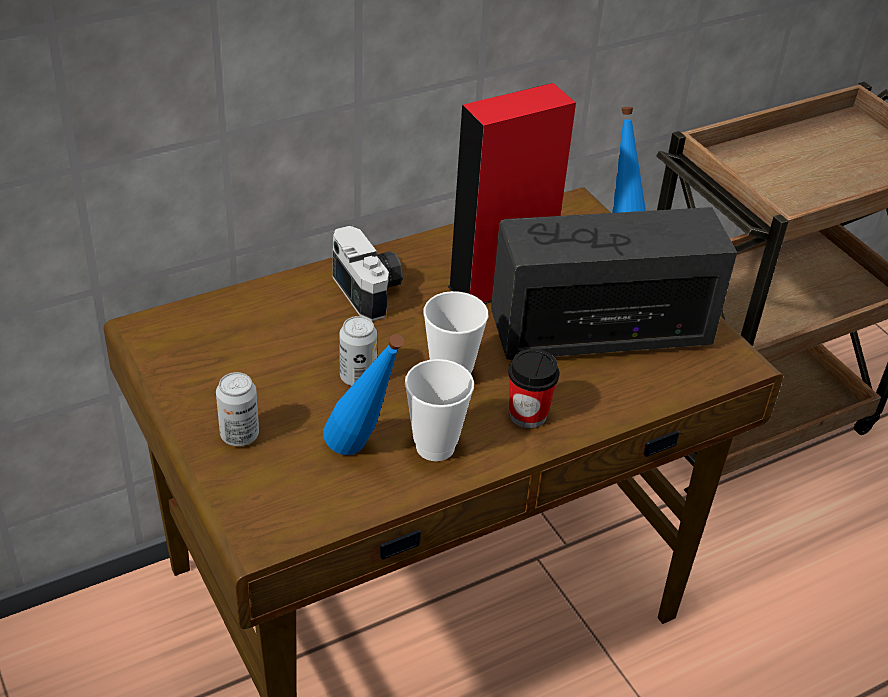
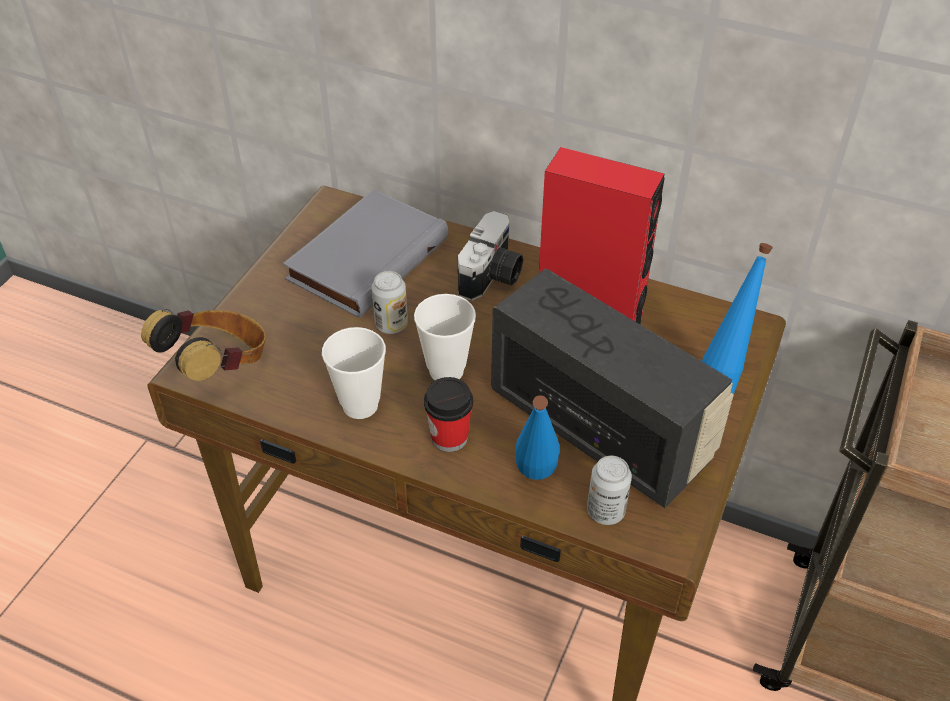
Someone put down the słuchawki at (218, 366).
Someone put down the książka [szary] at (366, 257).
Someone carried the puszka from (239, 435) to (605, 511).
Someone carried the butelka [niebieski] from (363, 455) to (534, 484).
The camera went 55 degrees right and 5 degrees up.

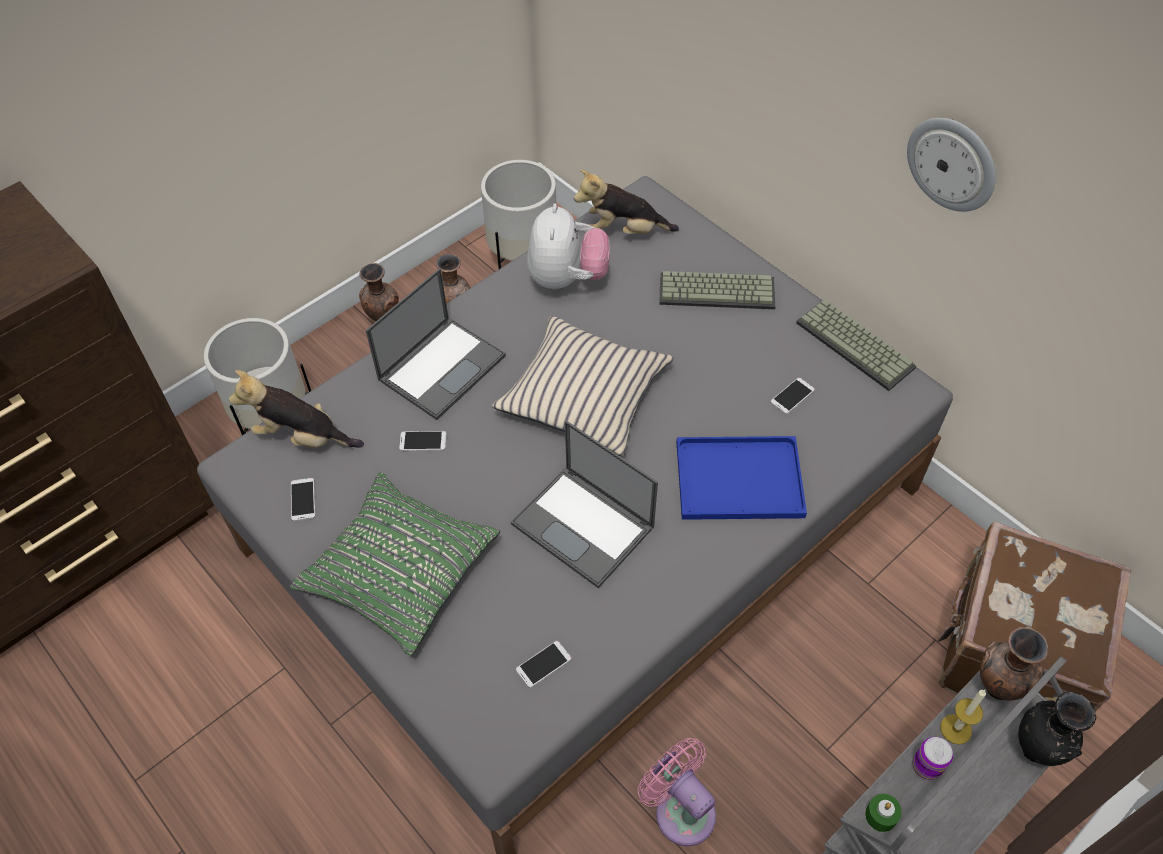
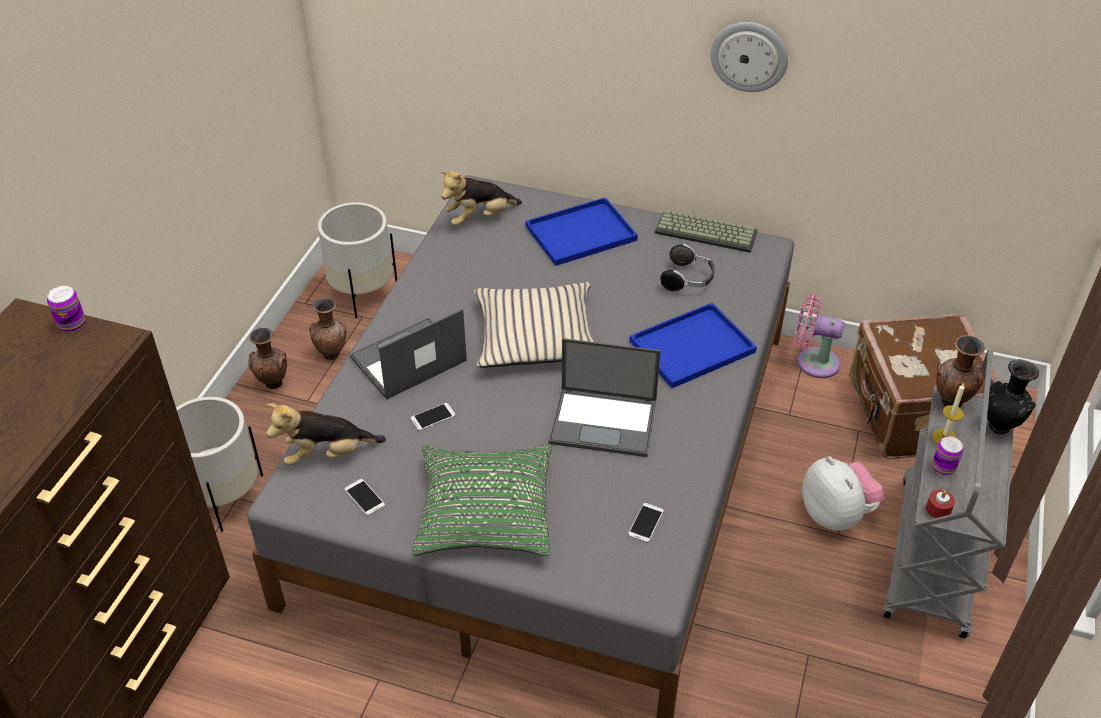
Someone put down the puszka at (71, 324).
Someone carried the pluszak from (567, 278) to (836, 515).
Someone carried the wentylator [różowy] from (680, 809) to (813, 362).
Someone swapped the klawiatura at (718, 290) for the taca [niebieski] at (582, 232).
Someone swapped the telefon at (792, 396) for the słuchawki at (688, 280).
Someone repainted the świeca [zielony] at (881, 815), which became the świeca [czerwony] at (938, 509).
Someone rotated the laptop at (442, 366) by 135 degrees counterclockwise.
The camera went 30 degrees left and 10 degrees down.

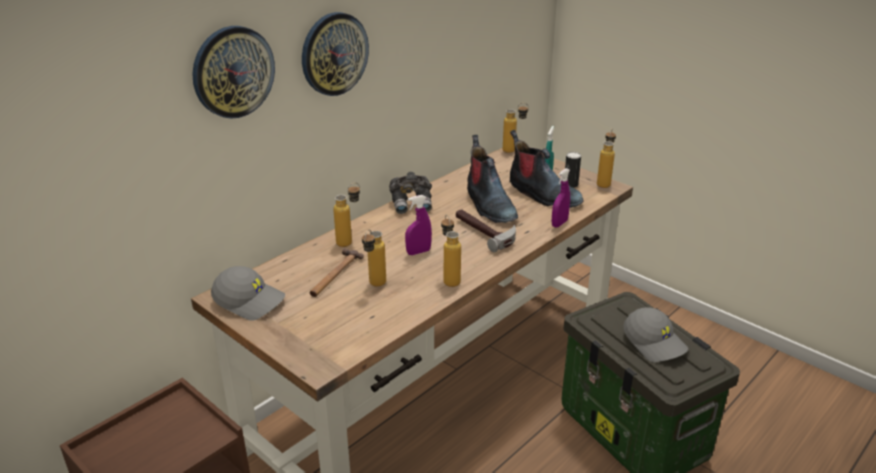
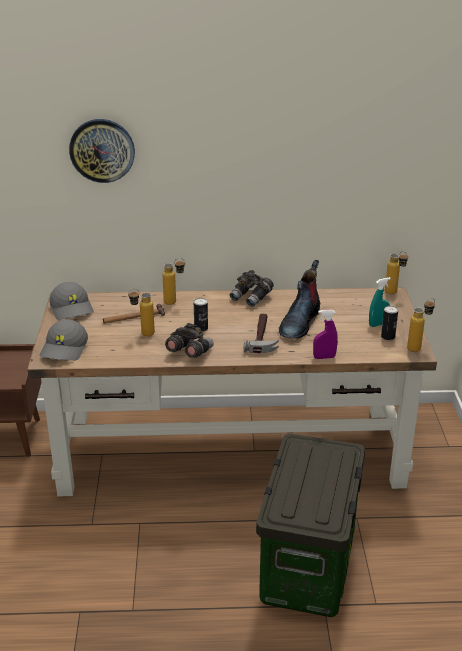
Someone took away the zegar ścienny at (334, 54).
Someone took away the but z cholewką at (542, 195).
Someone carried the czapka z daszkiem [szary] from (655, 342) to (65, 349).
Someone swapped the spryskiwacz [fioletowy] at (418, 252) for the puszka at (201, 328).
Someone swapped the butelka at (449, 279) for the lornetka [szary] at (189, 353).
The camera went 45 degrees right and 0 degrees up.

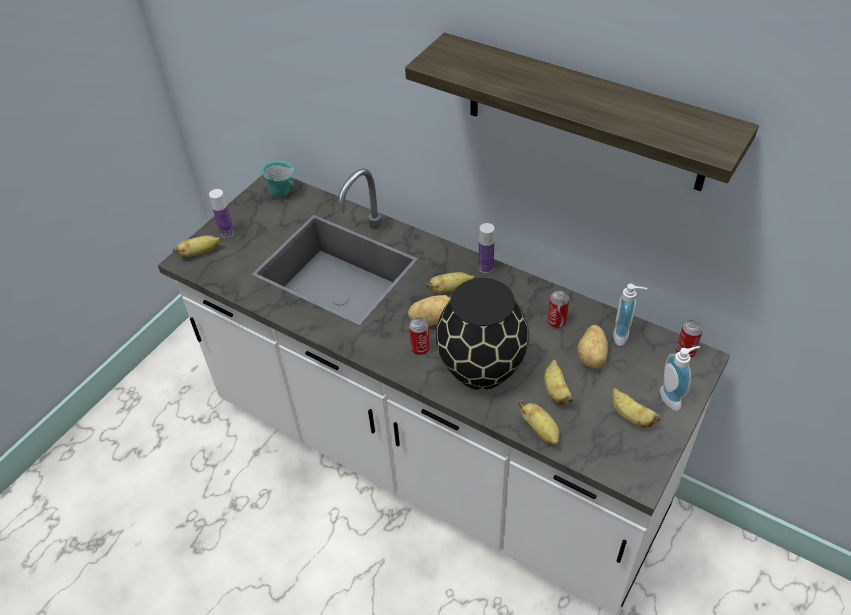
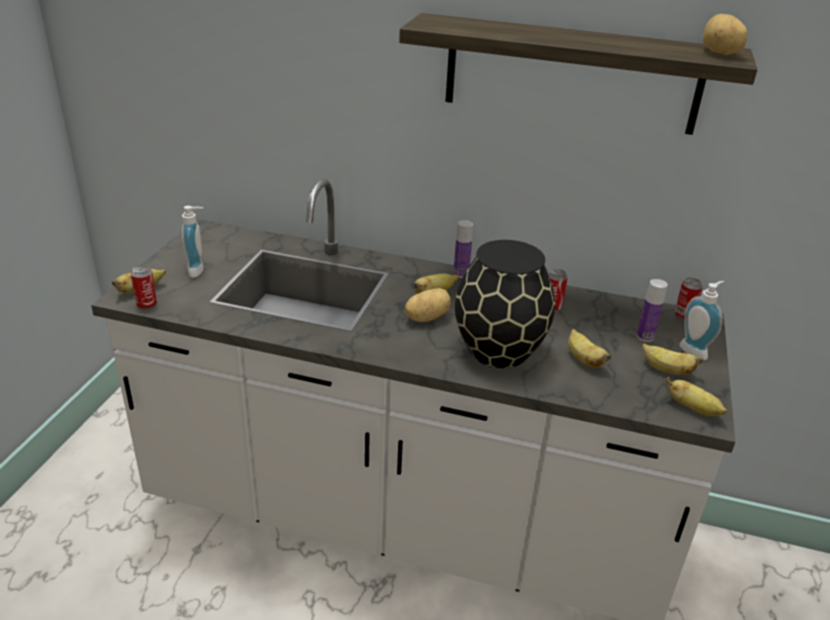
Someone took away the kubek [turkusowy] at (283, 194).
Someone carried the butelka from (227, 232) to (645, 336).
Someone carried the puszka from (420, 348) to (147, 305).
Someone carried the banan from (540, 431) to (693, 409).
Someone carried the ziemniak from (592, 356) to (720, 53).
Someone carried the dozownik mydła from (624, 335) to (199, 270).
The camera went 20 degrees left and 15 degrees down.

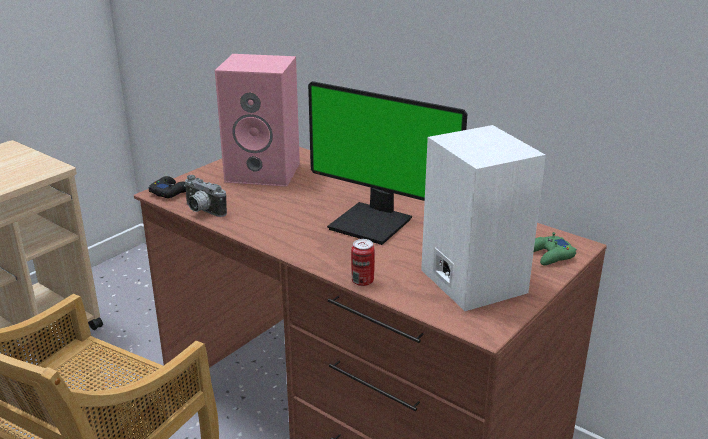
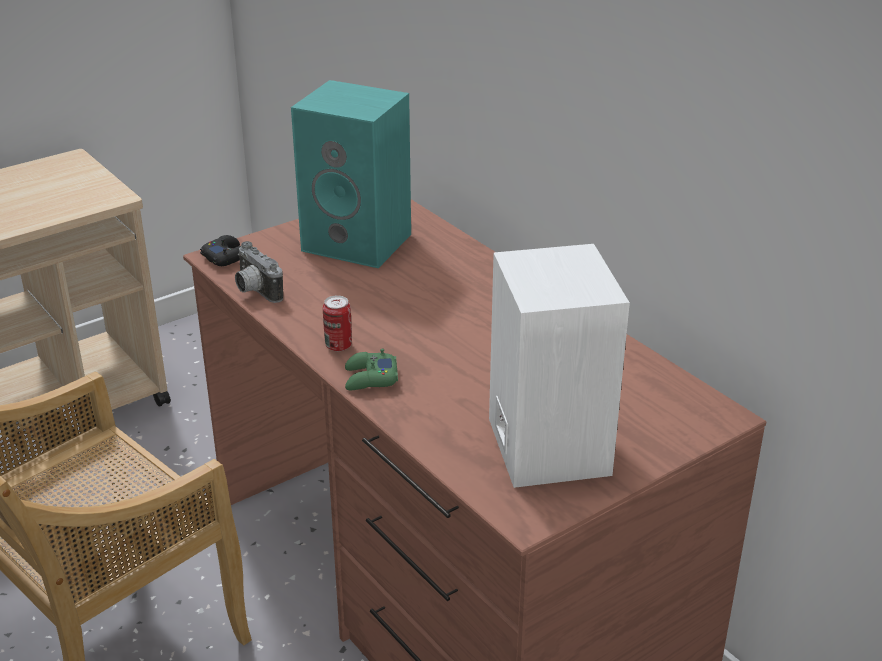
Someone took away the monitor at (373, 223).
Someone carried the puszka from (362, 281) to (338, 346).
Someone carried the pad do gier [zielony] from (550, 255) to (370, 378).
Someone repainted the głośnik [różowy] at (265, 172), which became the głośnik [turkusowy] at (360, 242).
The camera went 15 degrees right and 5 degrees up.

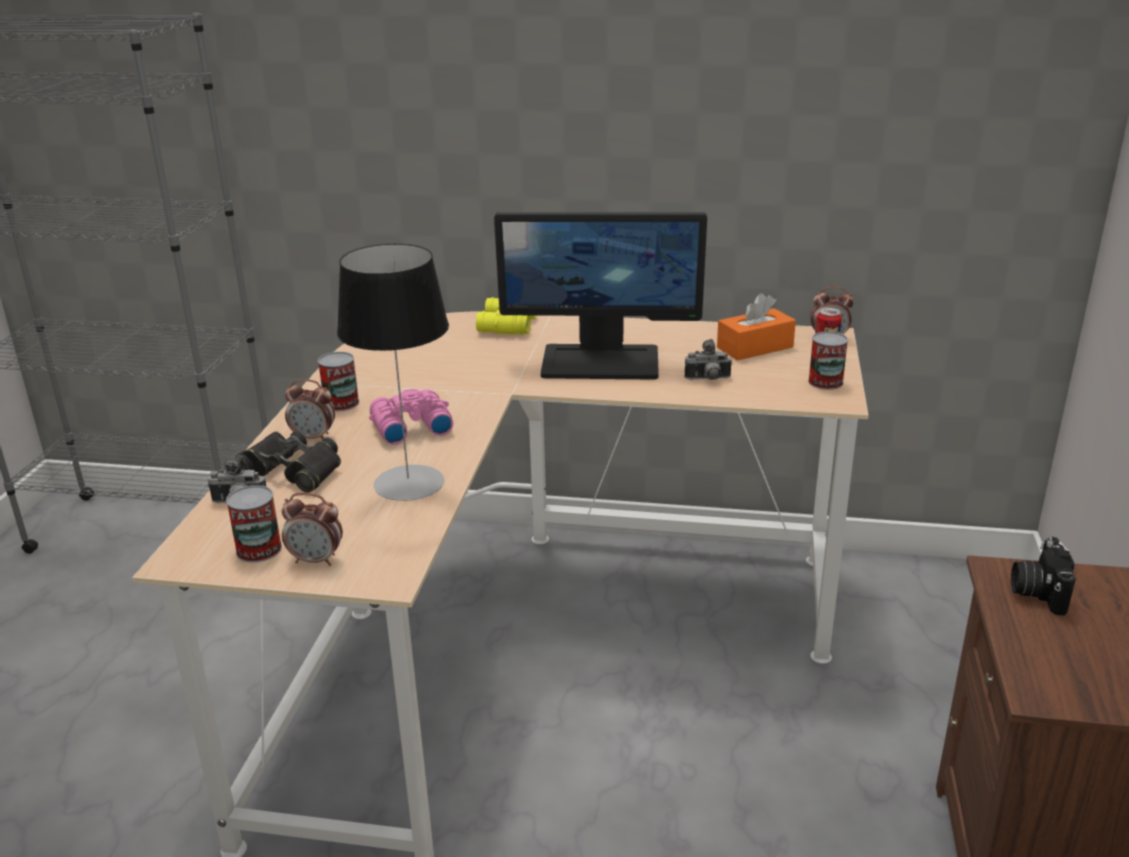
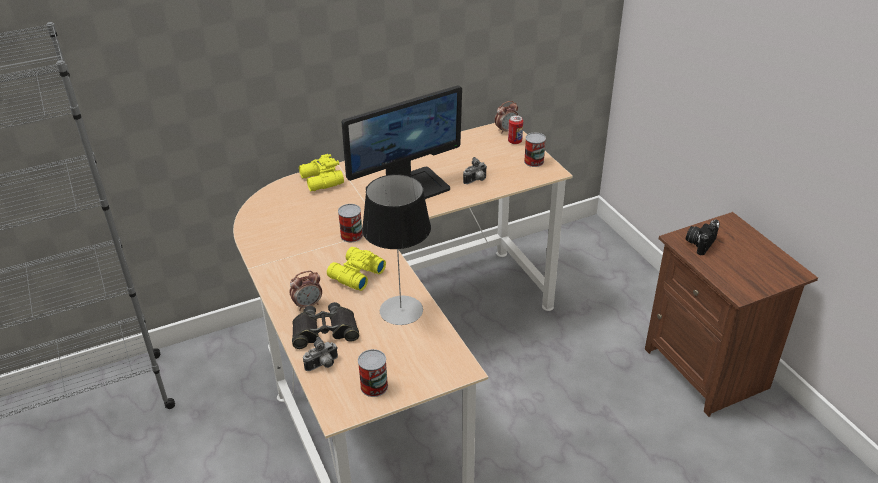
Someone took away the budzik at (316, 560).
Someone took away the pudełko chusteczek [pomarańczowy] at (755, 347).
Someone carried the puszka from (341, 403) to (351, 235).
Someone repainted the lornetka [różowy] at (409, 427), which became the lornetka [żółty] at (355, 275).
Someone rotated the aparat fotograficzny at (1037, 591) by 60 degrees clockwise.
The camera went 35 degrees left and 10 degrees up.

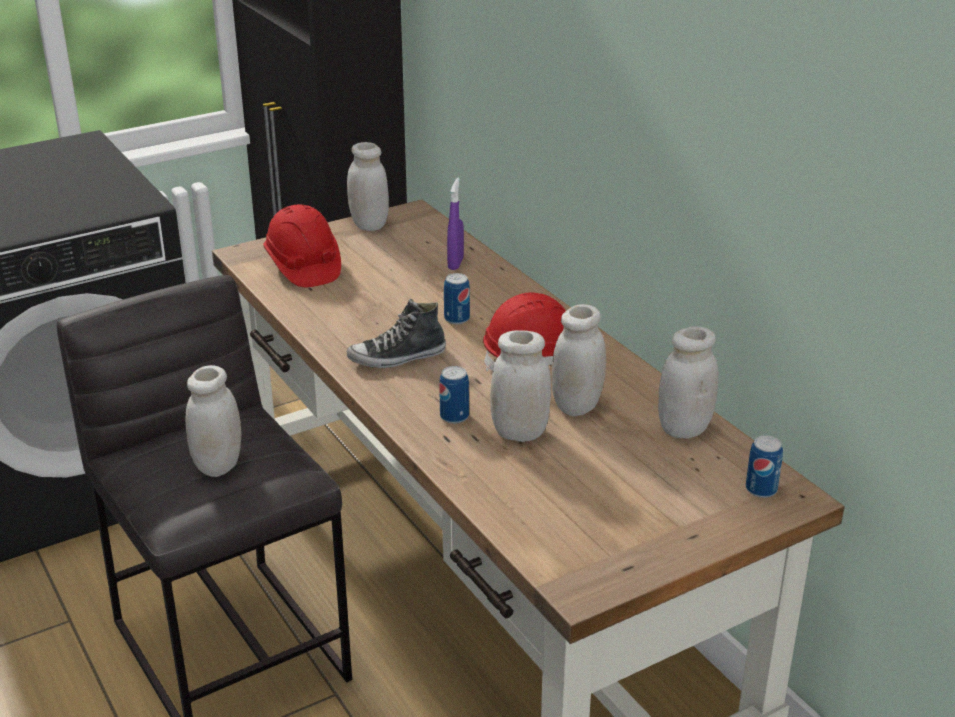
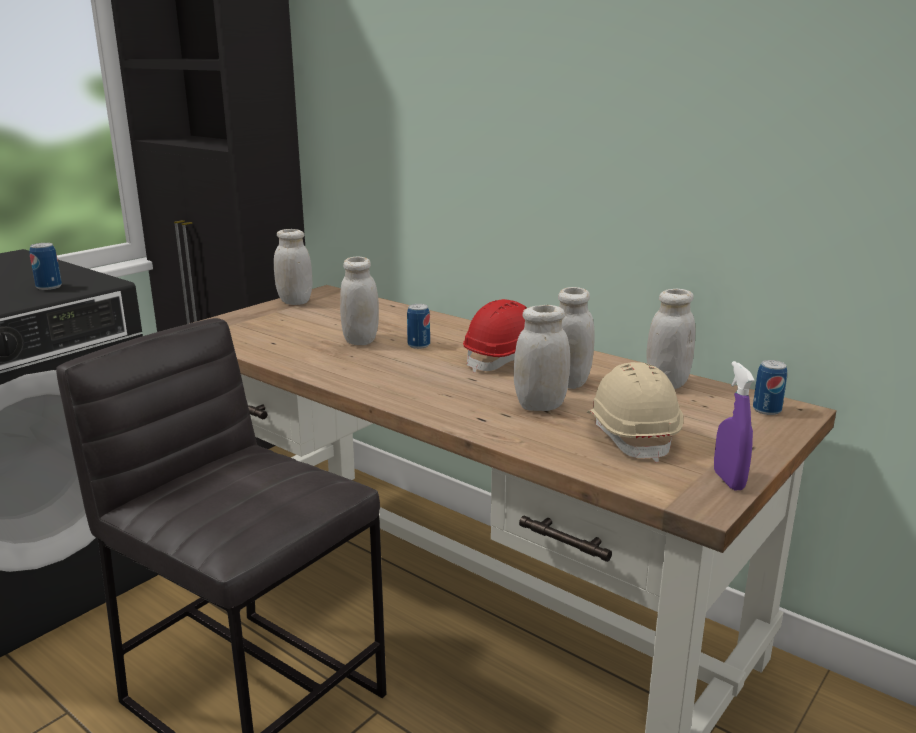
Someone took away the kask [czerwony] at (303, 267).
Someone took away the but at (397, 358).
Someone put down the kask [beżowy] at (631, 435).
Someone carried the słoik [biały] from (218, 465) to (361, 340).
Someone carried the puszka from (454, 416) to (49, 287).
Someone carried the spryskiwacz [fioletowy] from (455, 263) to (728, 480).
The camera went 20 degrees left and 10 degrees down.

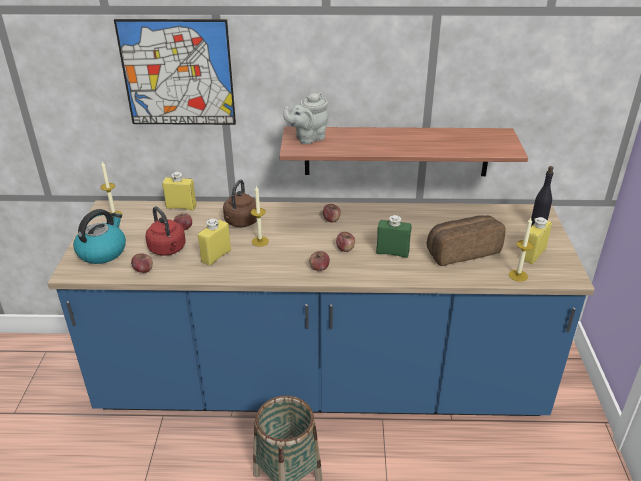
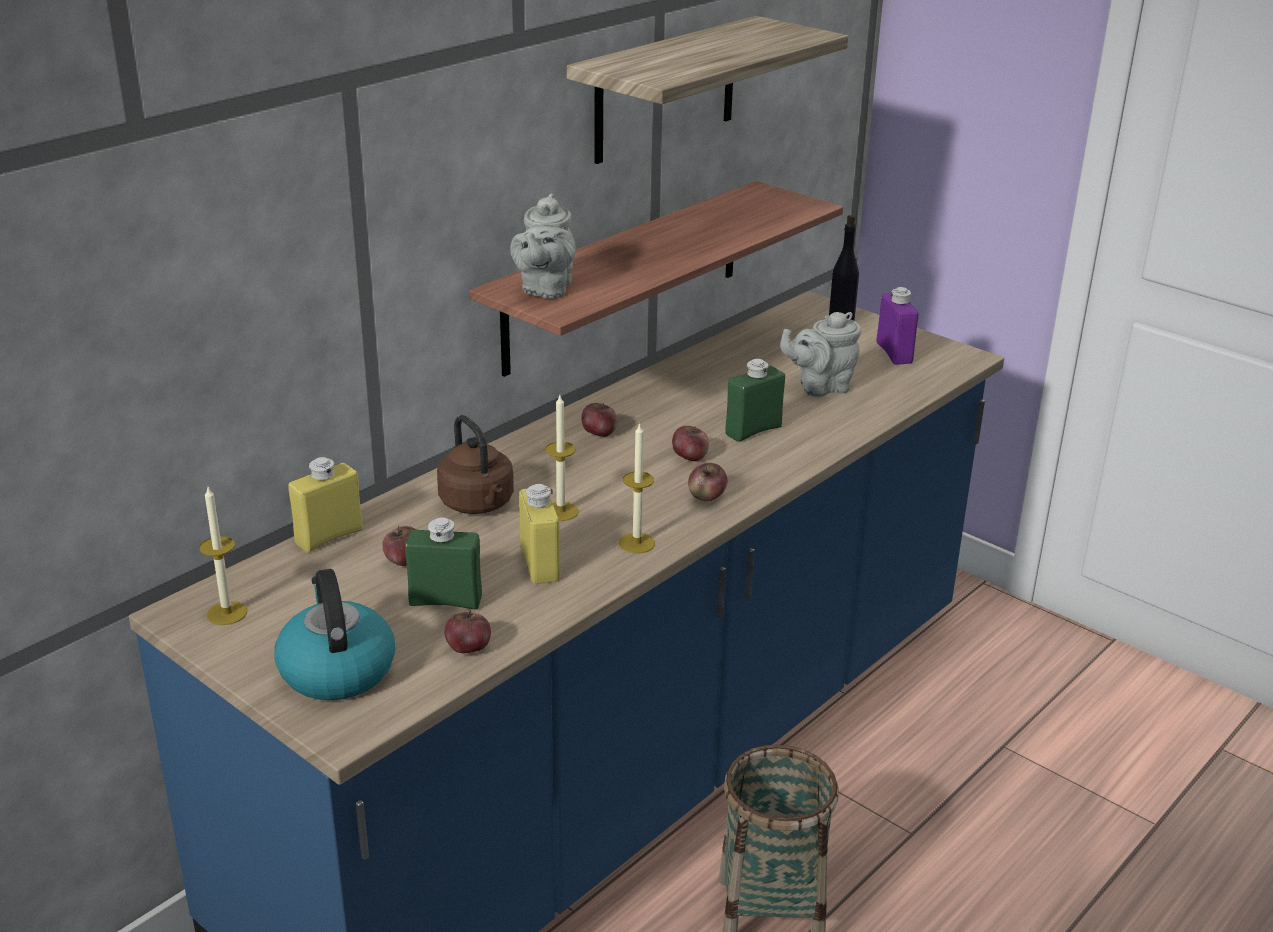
Someone took away the obraz at (177, 73).
Someone put up the półka at (665, 90).
Someone carried the świeca from (518, 275) to (637, 543).
Someone swapped the czajnik [czerwony] at (168, 249) for the butelka [zielony] at (445, 601).
Someone swapped the chleb at (461, 251) for the imbryk [szary] at (820, 387).
Someone repainted the butelka [żółty] at (533, 255), which became the butelka [fioletowy] at (894, 353).
The camera went 50 degrees left and 5 degrees down.

